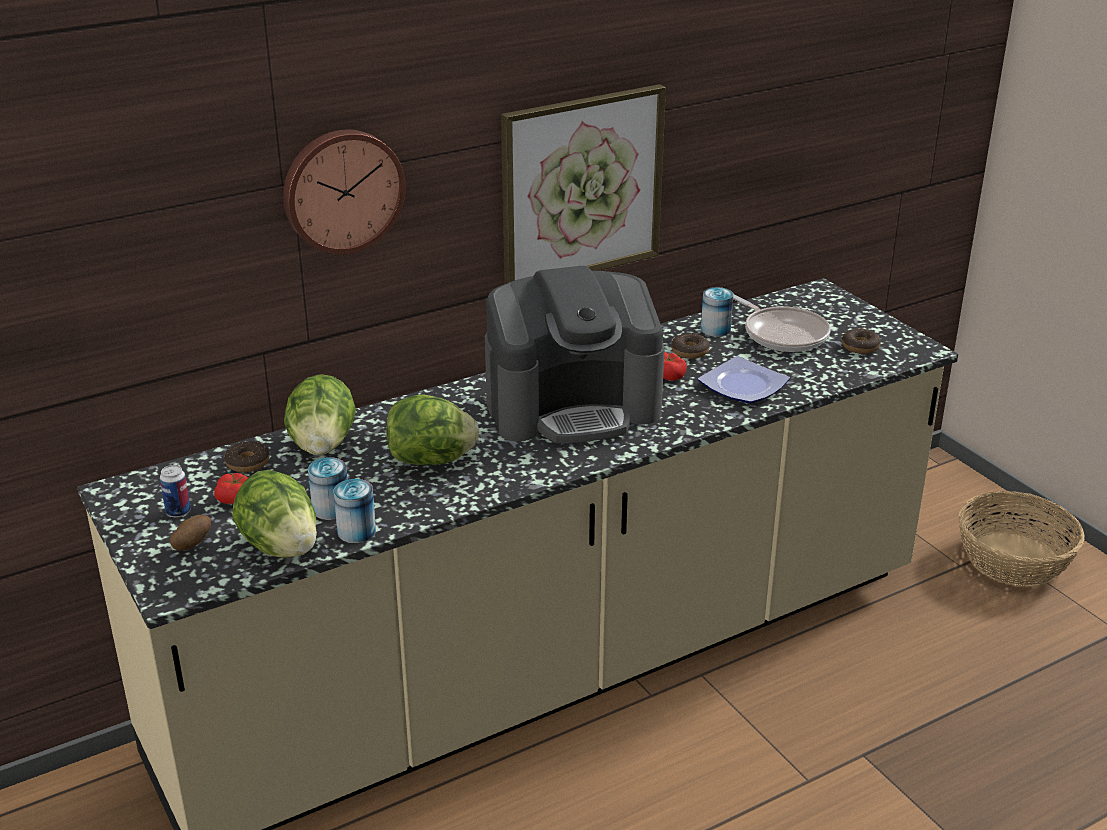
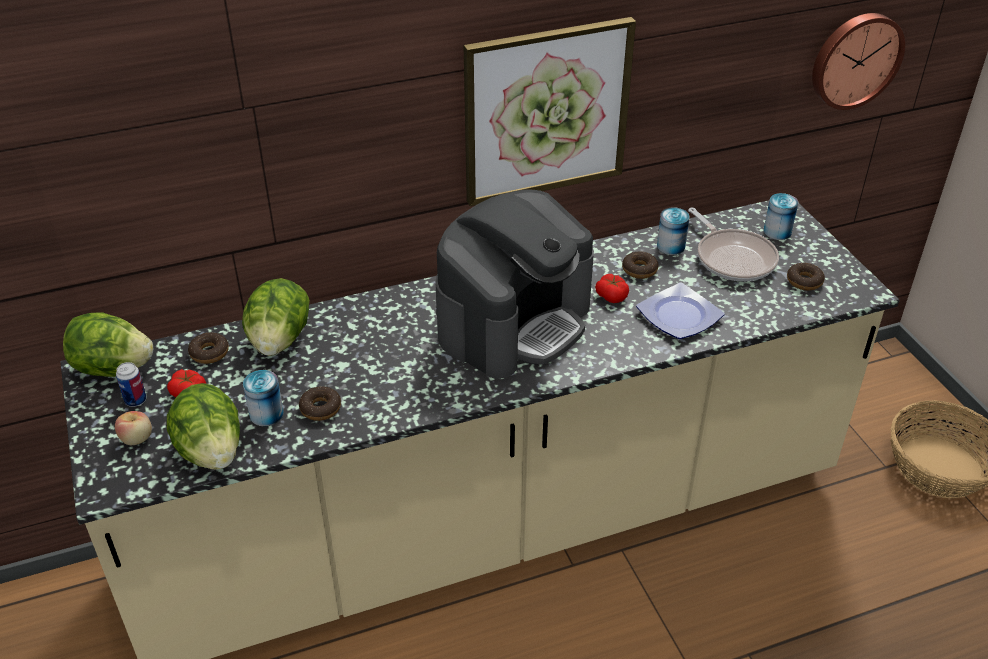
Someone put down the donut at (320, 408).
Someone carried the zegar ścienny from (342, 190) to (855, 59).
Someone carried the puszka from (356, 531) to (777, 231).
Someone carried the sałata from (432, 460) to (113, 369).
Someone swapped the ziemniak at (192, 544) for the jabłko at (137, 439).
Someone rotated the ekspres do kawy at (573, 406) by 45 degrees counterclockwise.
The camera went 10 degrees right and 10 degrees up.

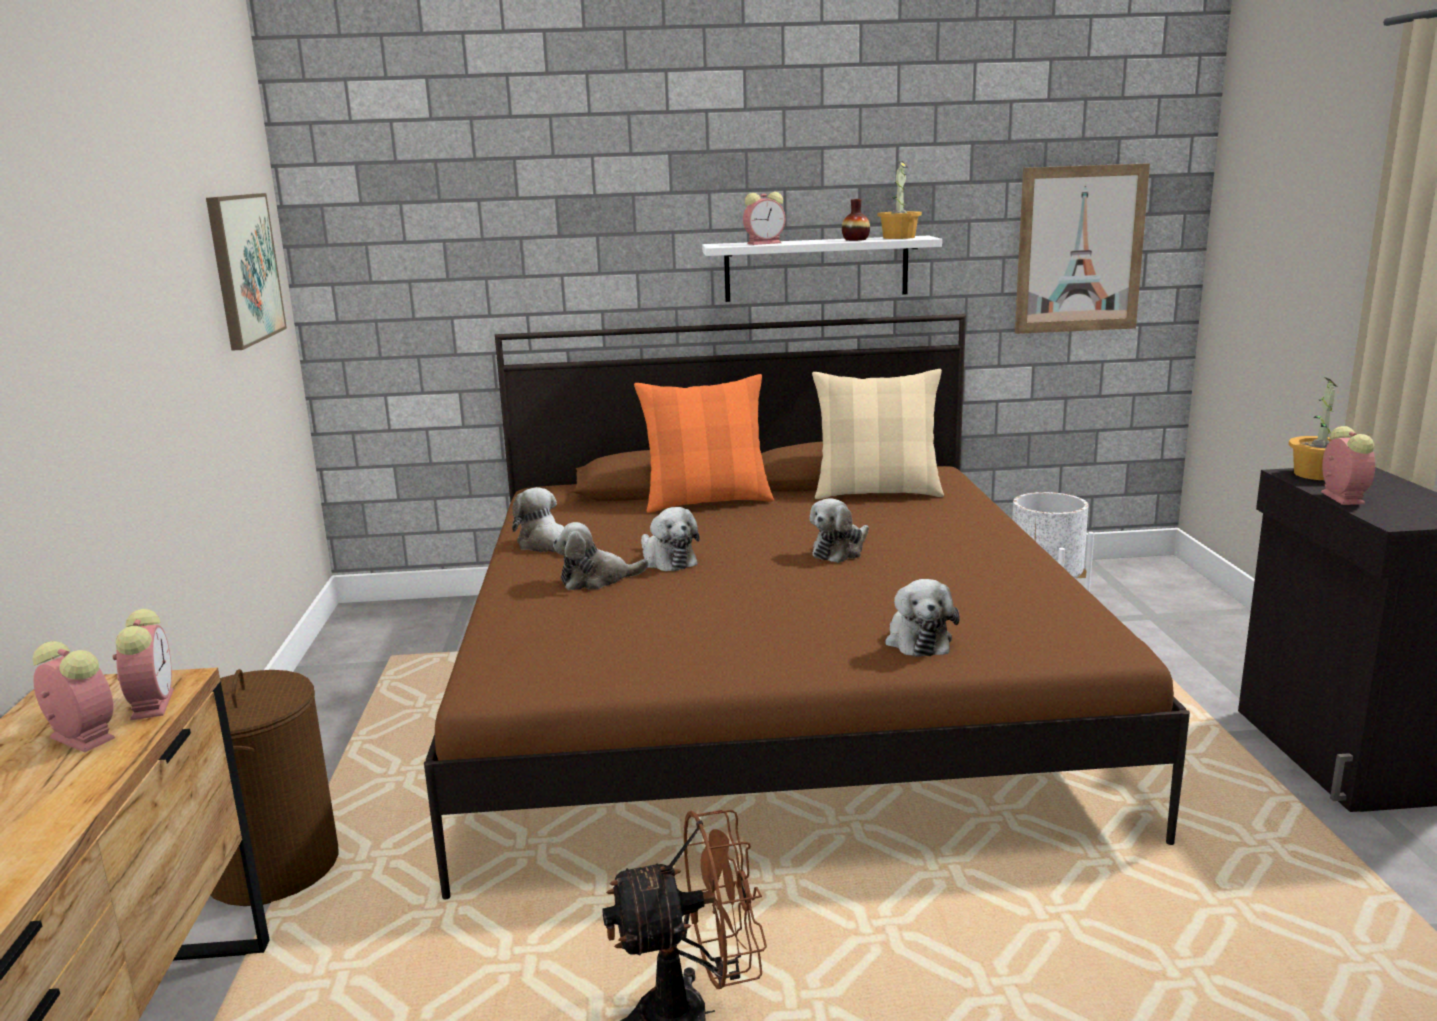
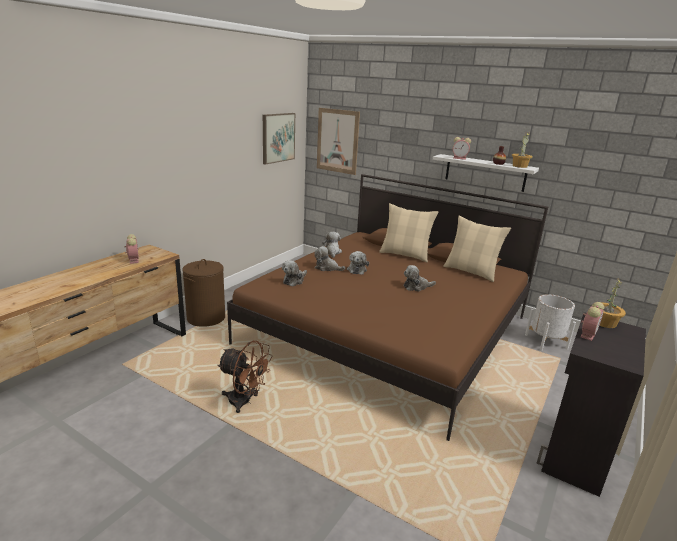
Someone took away the budzik at (152, 703).
Someone carried the pluszak from (917, 640) to (294, 280).
Someone carried the obraz from (1080, 249) to (337, 141).
Someone repainted the poduszka [pomarańczowy] at (707, 501), which became the poduszka [beżowy] at (405, 255).
The camera went 35 degrees right and 5 degrees up.

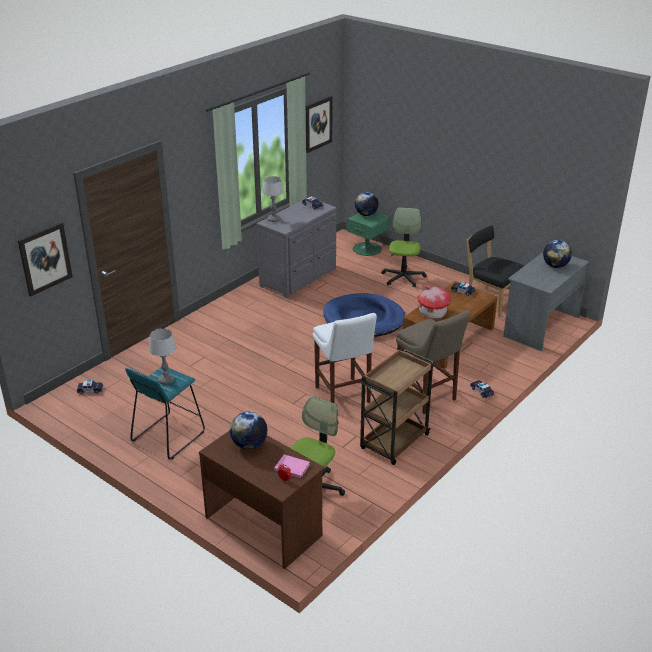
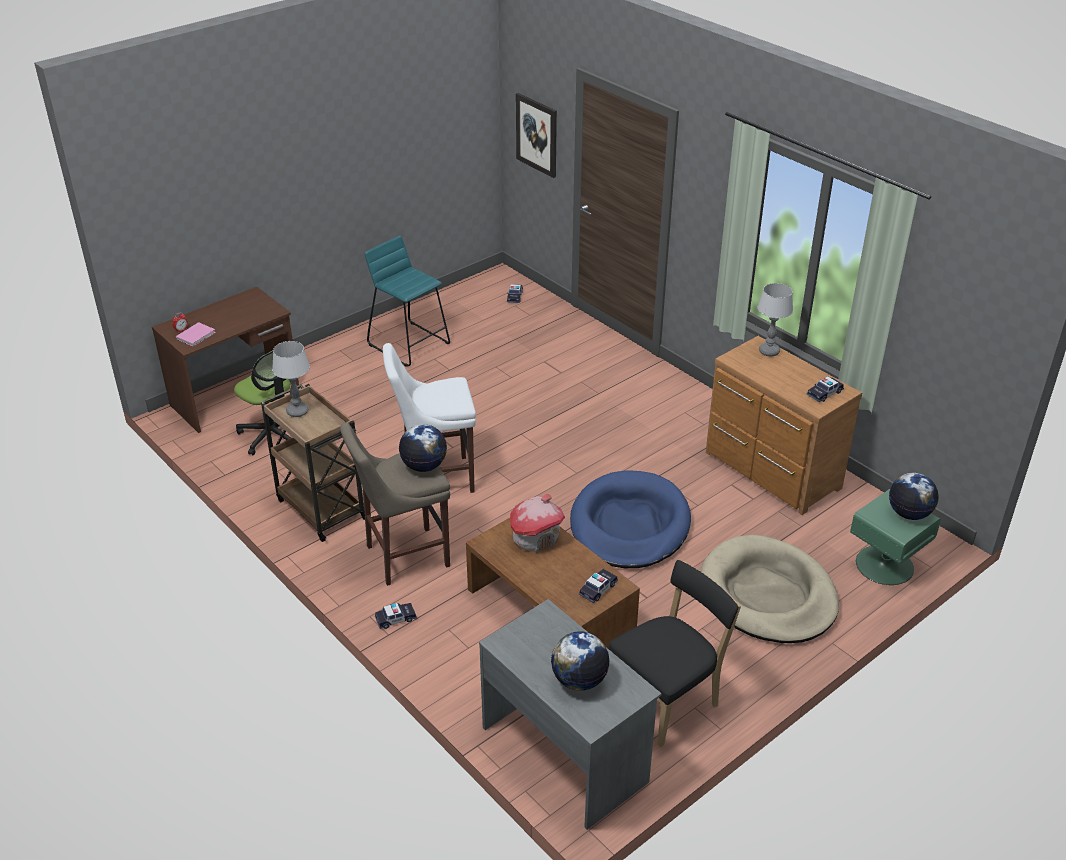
Someone took away the obraz at (318, 124).
Someone carried the lampa stołowa from (166, 380) to (297, 411).
Someone carried the globus from (249, 444) to (424, 466).
Someone swapped the krzesło biurowe at (403, 277) for the legowisko [beżowy] at (768, 595).
Someone repainted the komoda [szary] at (300, 278), which became the komoda [brązowy] at (771, 472).
The camera went 100 degrees right and 5 degrees up.

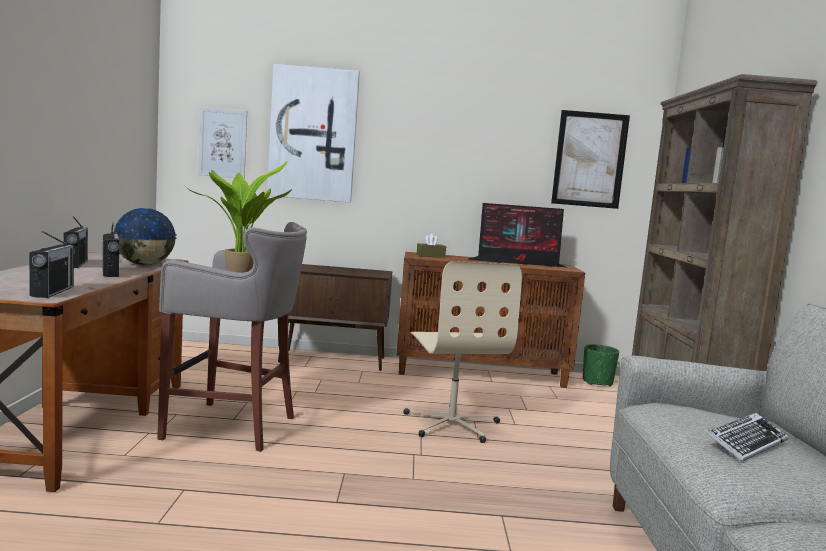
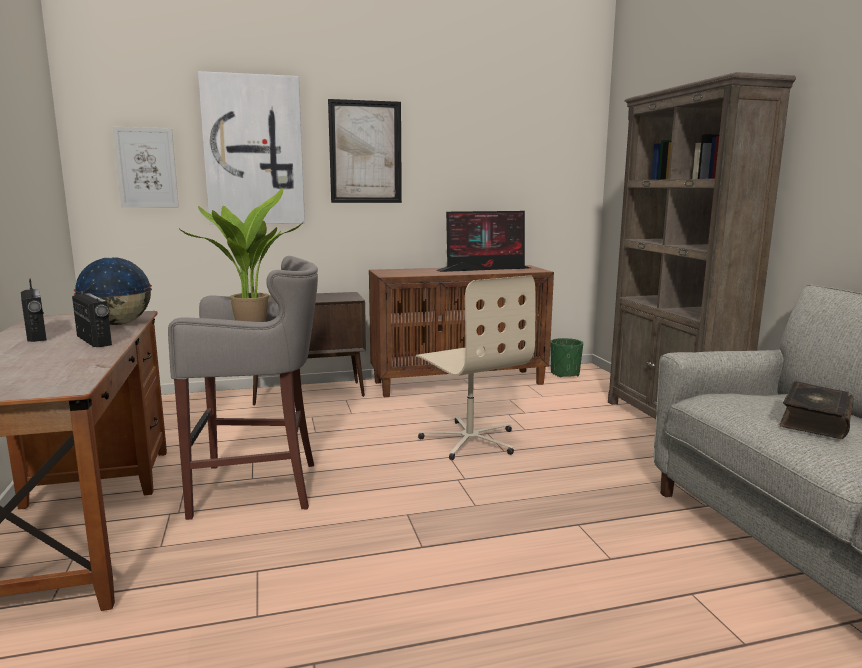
Someone took away the radio at (52, 292).
Someone took away the pudełko chusteczek [brązowy] at (430, 256).
Someone carried the obraz from (589, 159) to (365, 152).
Someone swapped the klawiatura at (746, 443) for the książka at (813, 421).
The camera went 15 degrees left and 5 degrees up.

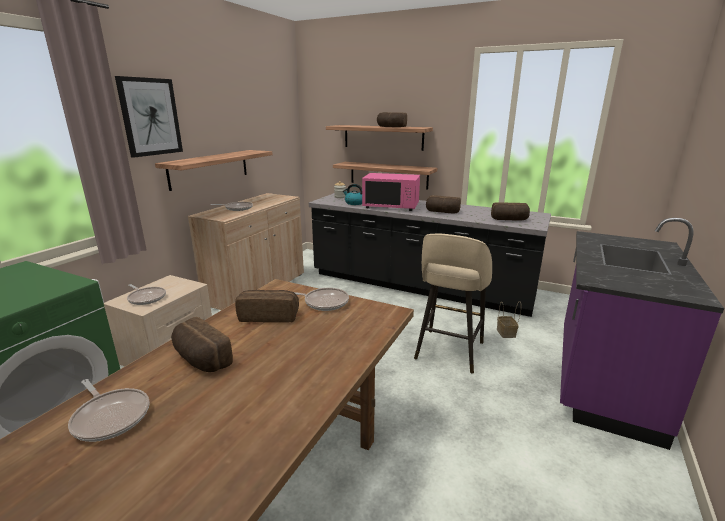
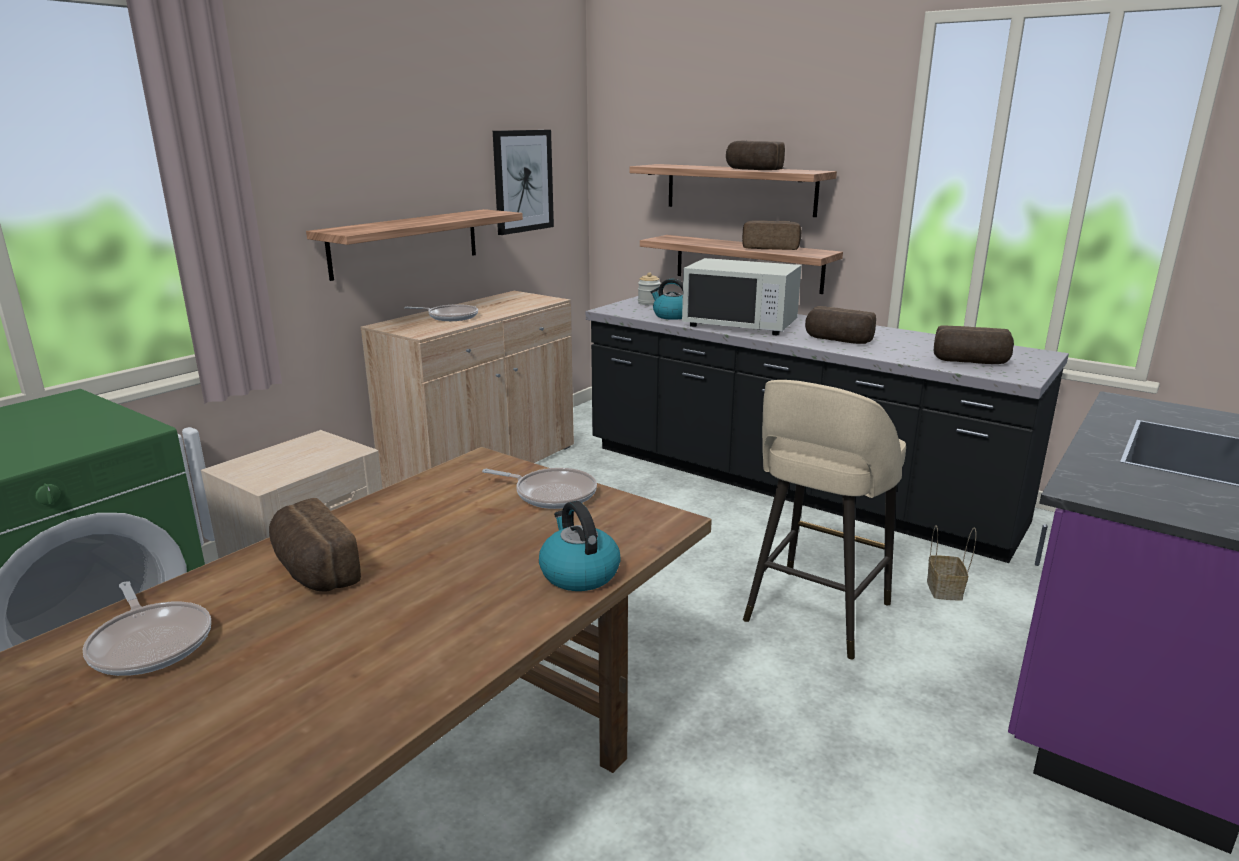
Someone took away the patelnia at (146, 298).
Someone put down the czajnik at (578, 573).
Someone carried the obraz from (150, 117) to (523, 181).
Someone carried the chleb from (269, 316) to (770, 248).
Someone repainted the mikrofalówka [różowy] at (391, 206), which became the mikrofalówka [biały] at (740, 325).
The camera went 10 degrees right and 0 degrees up.

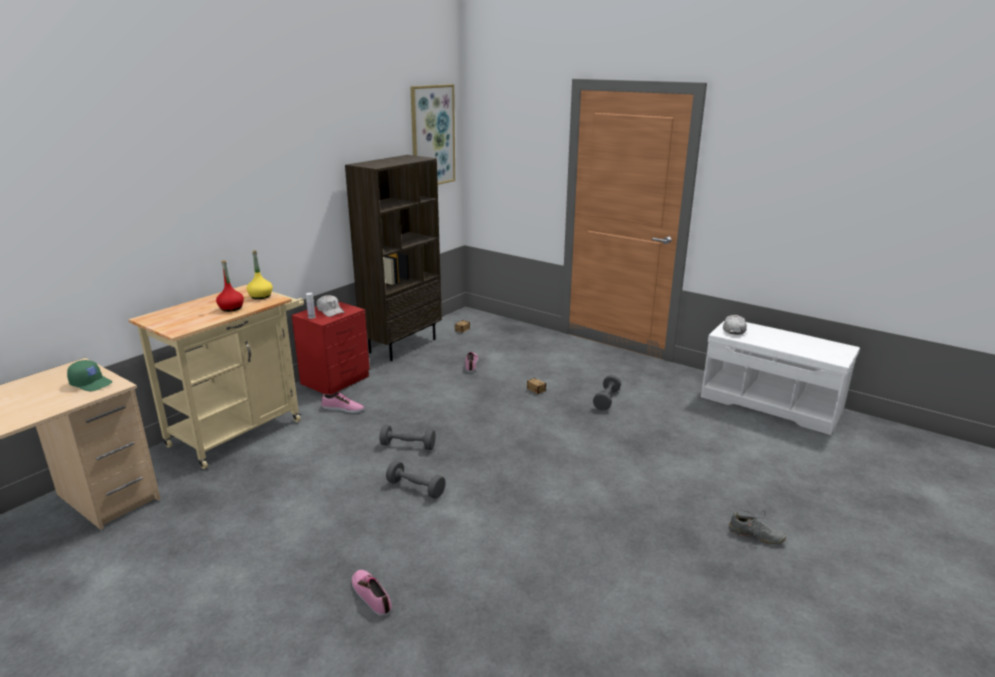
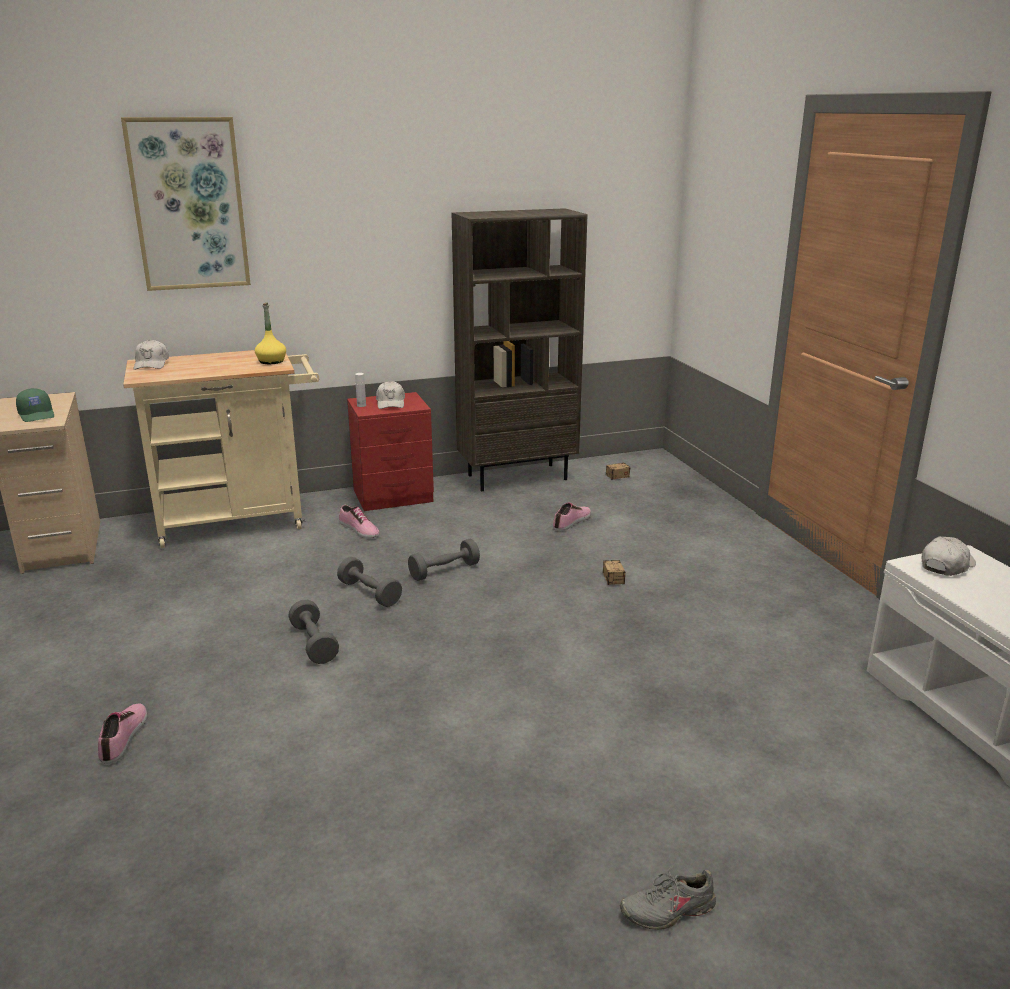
Someone took away the butelka [czerwony] at (231, 308).
Someone put down the czapka z daszkiem [biały] at (152, 364).
Someone carried the obraz from (432, 136) to (189, 204).
Someone carried the hantel [szary] from (606, 400) to (444, 571).
Someone rotated the but [szary] at (755, 536) by 105 degrees clockwise.
The camera went 35 degrees right and 0 degrees up.

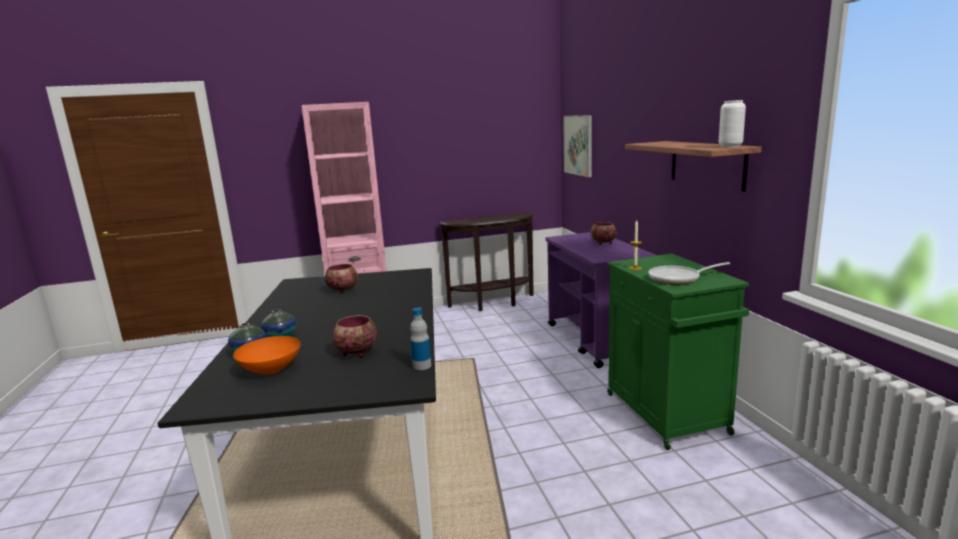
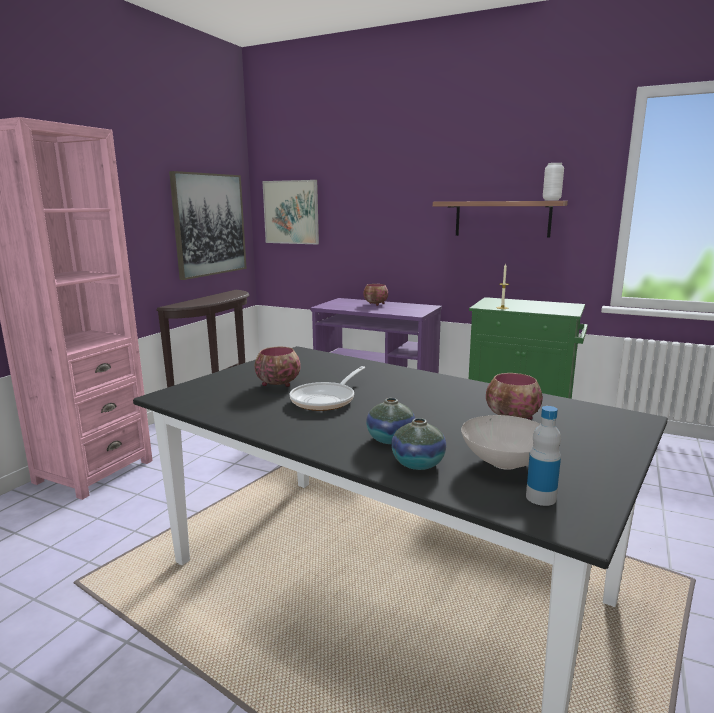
Someone put up the obraz at (209, 224).
Someone carried the butelka from (422, 366) to (540, 497).
Someone carried the patelnia from (678, 279) to (326, 399).
Someone repainted the miska [pomarańczowy] at (272, 370), which became the miska [biały] at (505, 462).
The camera went 50 degrees left and 0 degrees up.

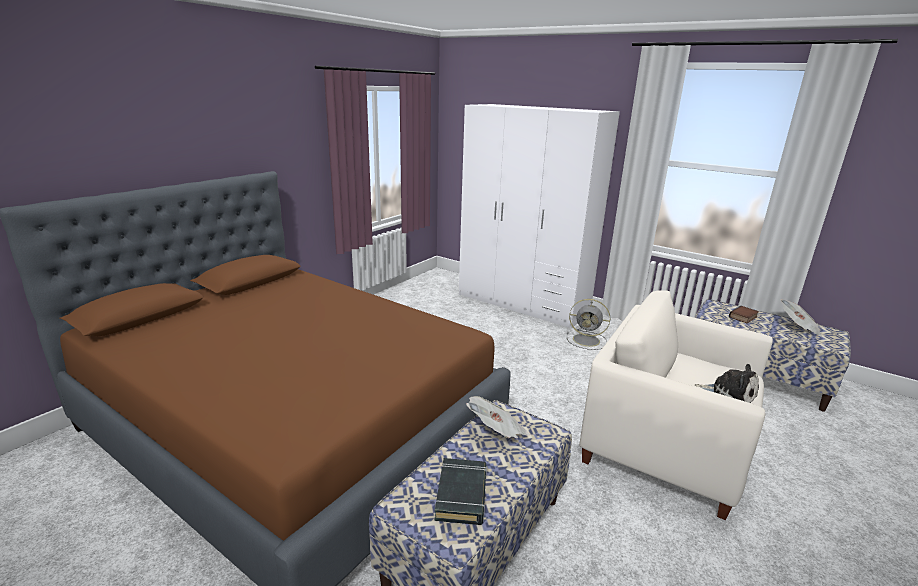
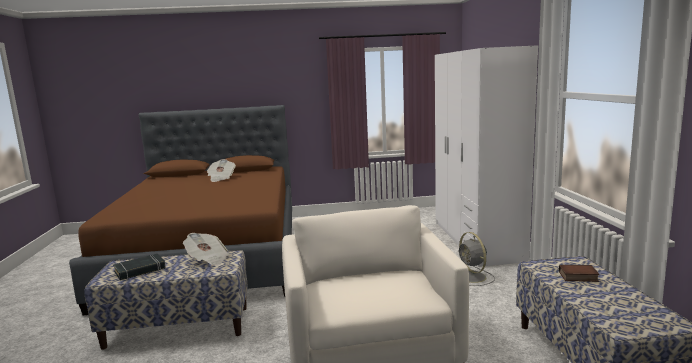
Someone took away the pluszak at (729, 395).
Someone carried the gazeta from (798, 327) to (221, 178).
The camera went 50 degrees right and 10 degrees down.

